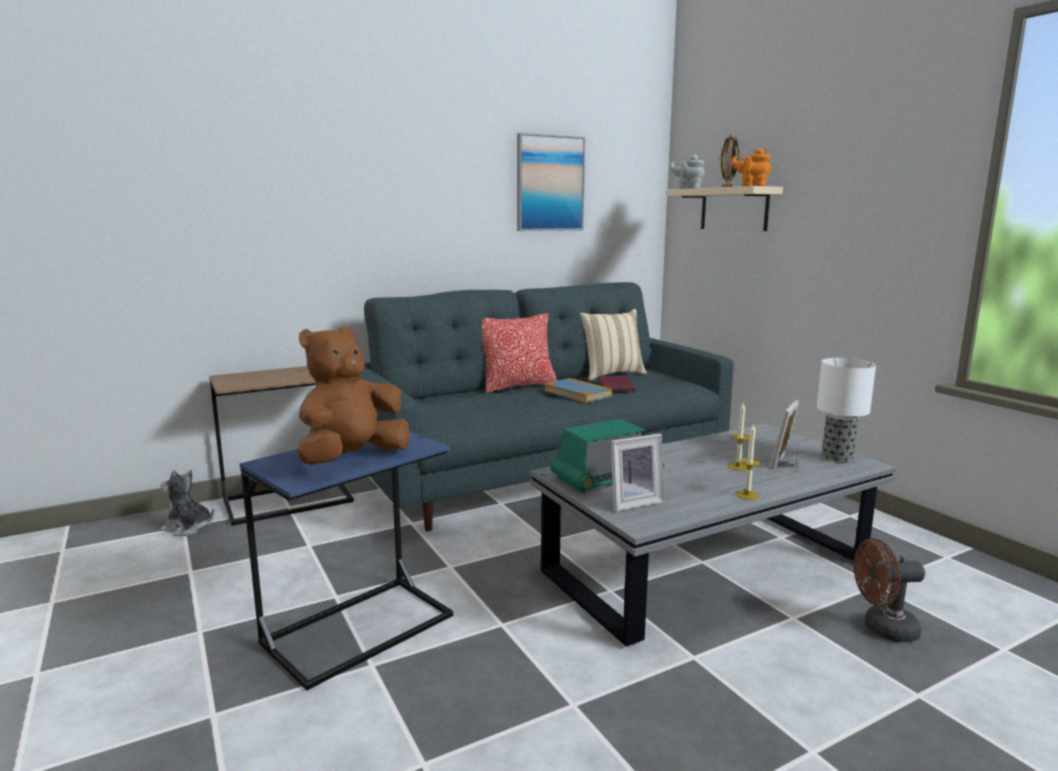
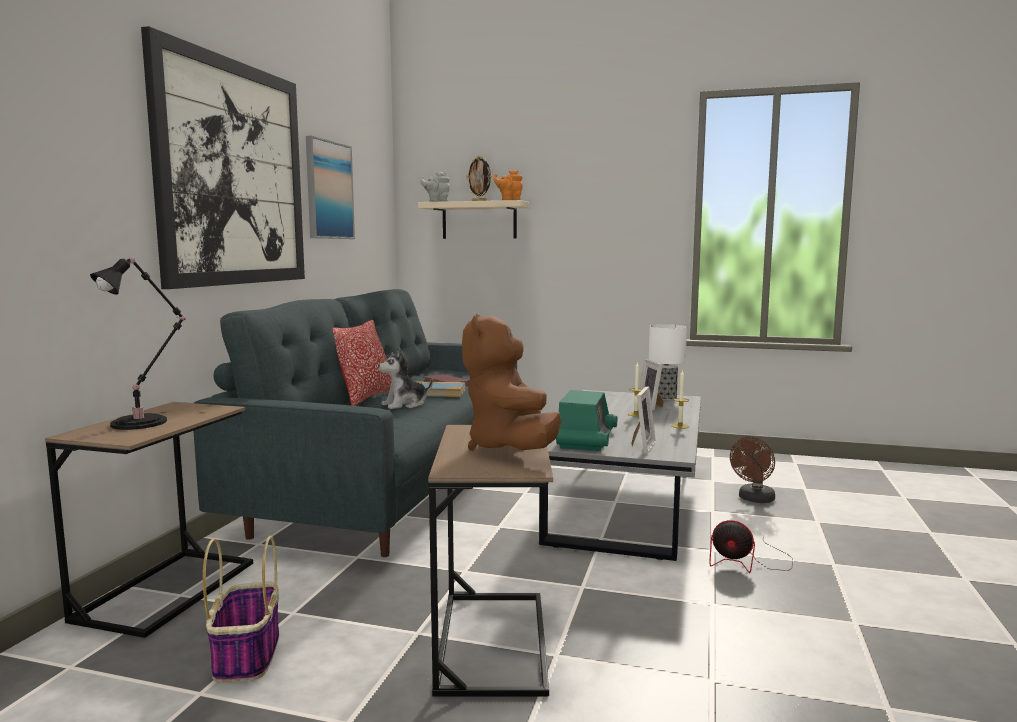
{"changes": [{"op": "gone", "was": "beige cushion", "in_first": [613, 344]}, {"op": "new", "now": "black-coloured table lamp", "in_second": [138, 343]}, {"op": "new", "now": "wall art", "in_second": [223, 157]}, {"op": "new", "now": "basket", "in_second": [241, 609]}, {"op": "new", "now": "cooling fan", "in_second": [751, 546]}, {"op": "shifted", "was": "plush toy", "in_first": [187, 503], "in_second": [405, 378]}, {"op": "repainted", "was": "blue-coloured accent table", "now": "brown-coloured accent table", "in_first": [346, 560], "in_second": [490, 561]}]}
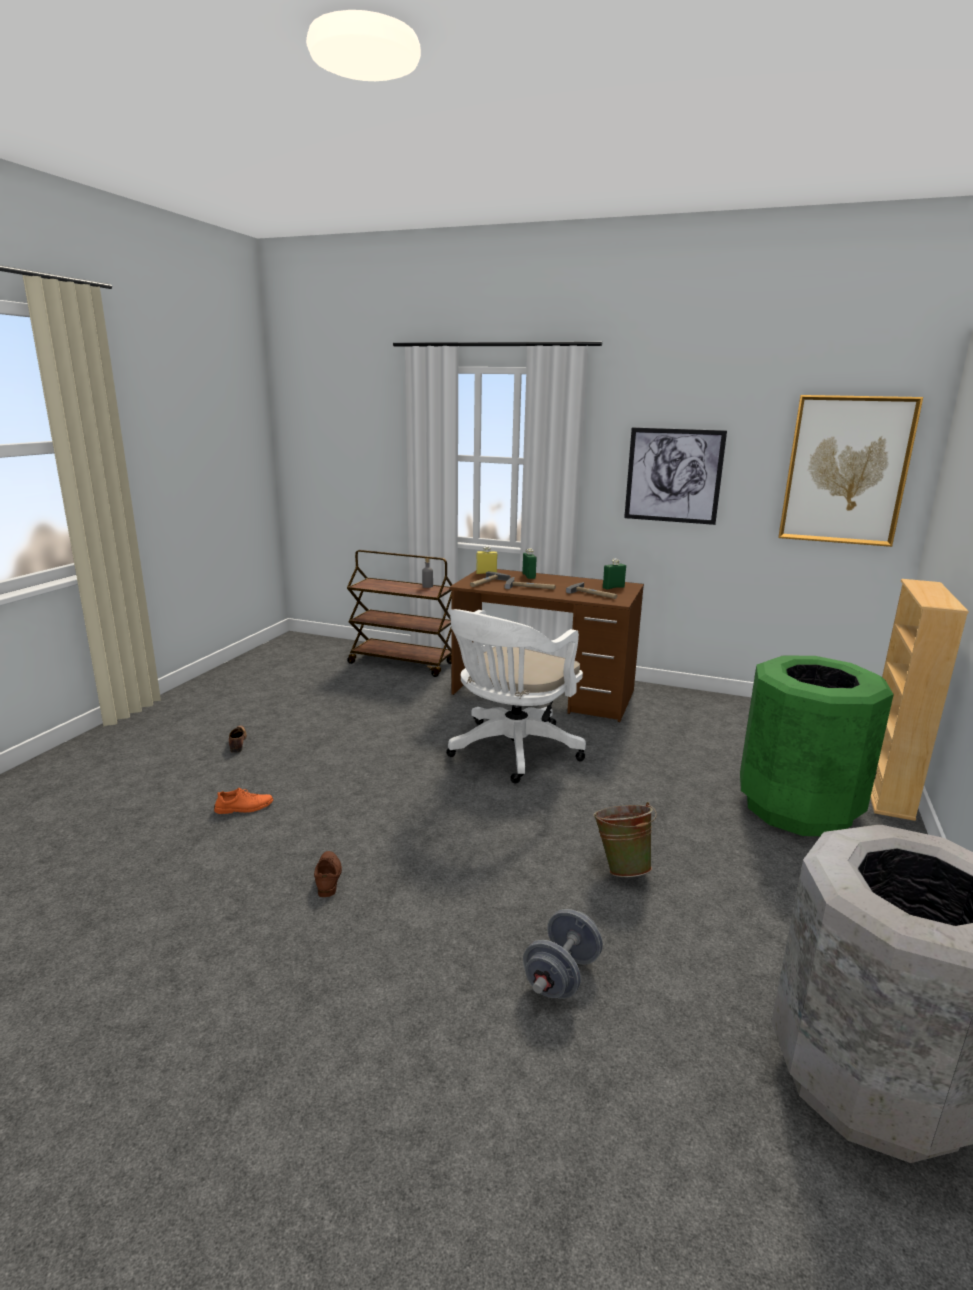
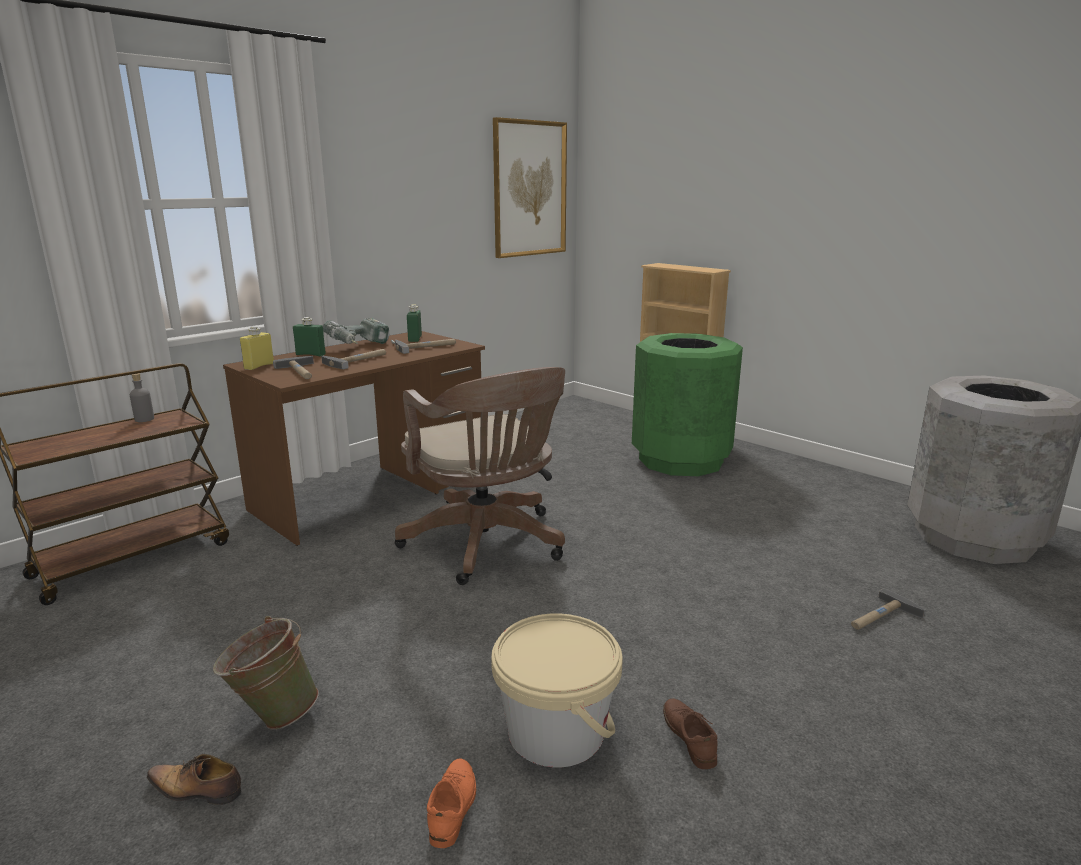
{"changes": [{"op": "gone", "was": "wall art", "in_first": [675, 476]}, {"op": "new", "now": "electric drill", "in_second": [359, 331]}, {"op": "new", "now": "beige bucket", "in_second": [557, 690]}, {"op": "shifted", "was": "greenish bucket", "in_first": [625, 839], "in_second": [266, 673]}, {"op": "swapped", "was": "grey dumbbell", "now": "hand hammer", "in_first": [563, 954], "in_second": [888, 609]}, {"op": "repainted", "was": "white-coloured computer chair", "now": "brown-coloured computer chair", "in_first": [516, 696], "in_second": [480, 476]}, {"op": "rotated", "was": "brown-coloured shoe", "in_first": [328, 874], "in_second": [690, 734], "clockwise": 60}]}
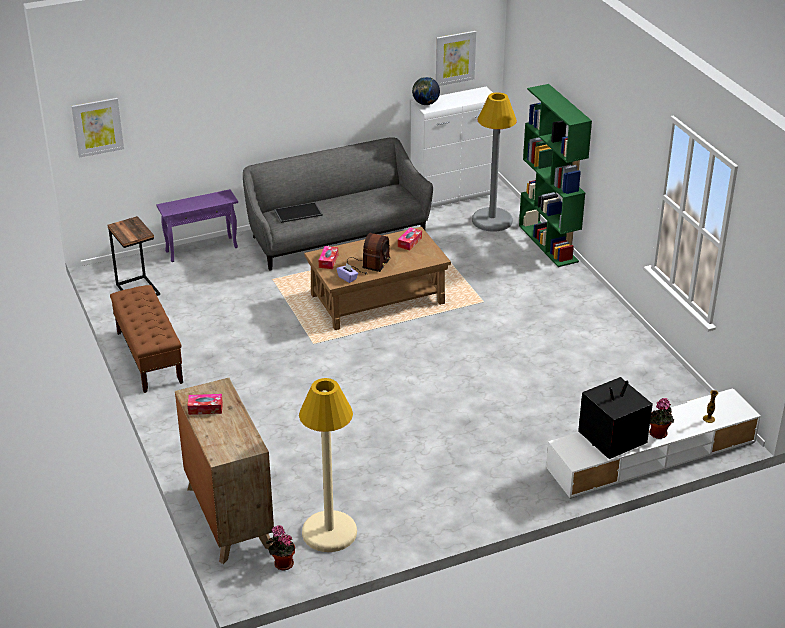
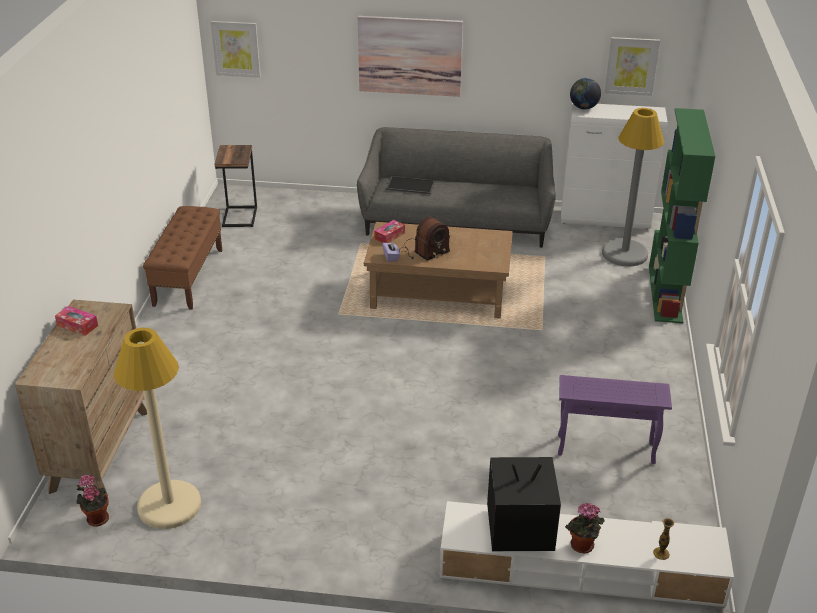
{"changes": [{"op": "gone", "was": "box of tissues", "in_first": [410, 239]}, {"op": "new", "now": "wall art", "in_second": [410, 56]}, {"op": "shifted", "was": "purple-coloured accent table", "in_first": [197, 225], "in_second": [615, 419]}]}
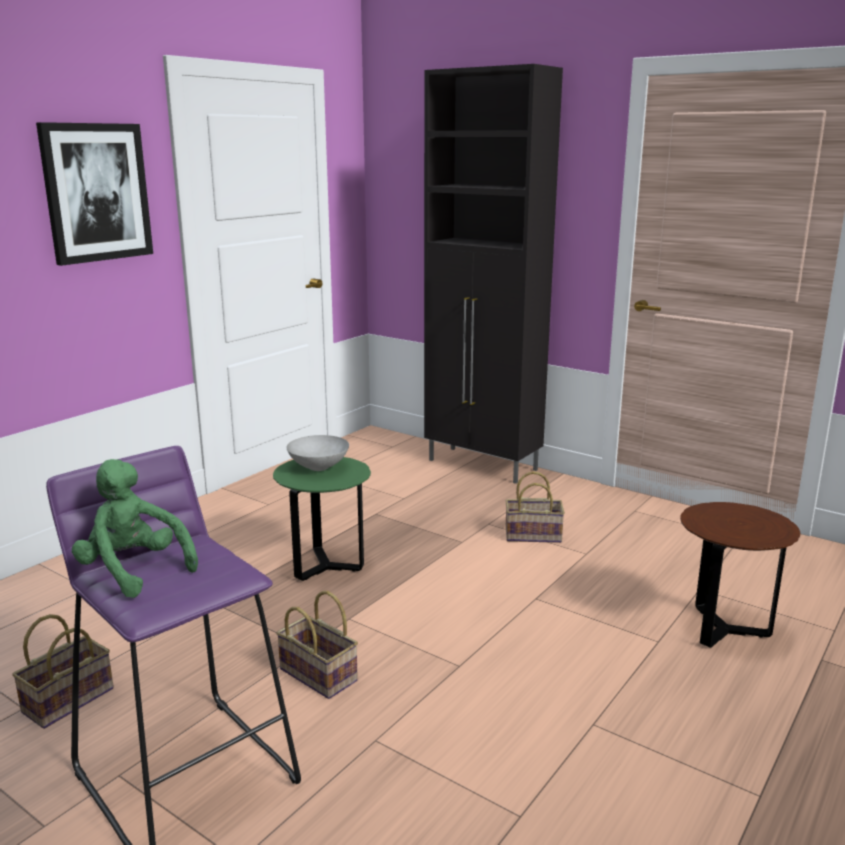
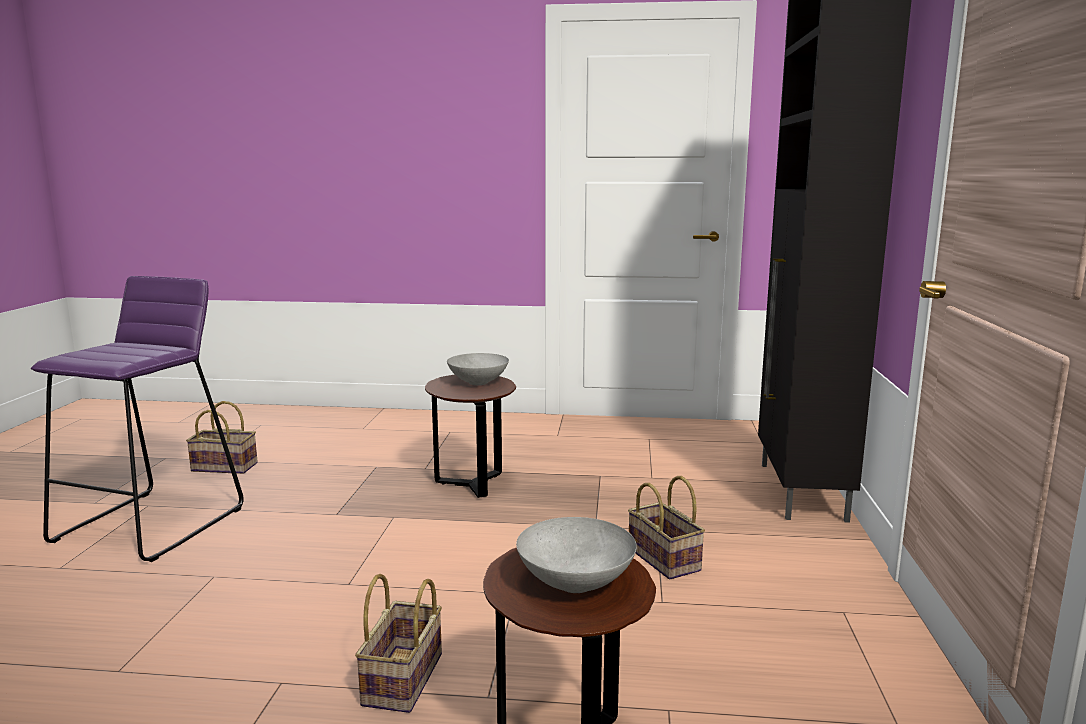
{"changes": [{"op": "gone", "was": "wall art", "in_first": [94, 194]}, {"op": "gone", "was": "greenish plush toy", "in_first": [135, 528]}, {"op": "new", "now": "grey serving bowl", "in_second": [576, 555]}, {"op": "shifted", "was": "basket", "in_first": [317, 645], "in_second": [398, 643]}, {"op": "repainted", "was": "greenish accent table", "now": "brown-coloured accent table", "in_first": [322, 519], "in_second": [470, 436]}]}
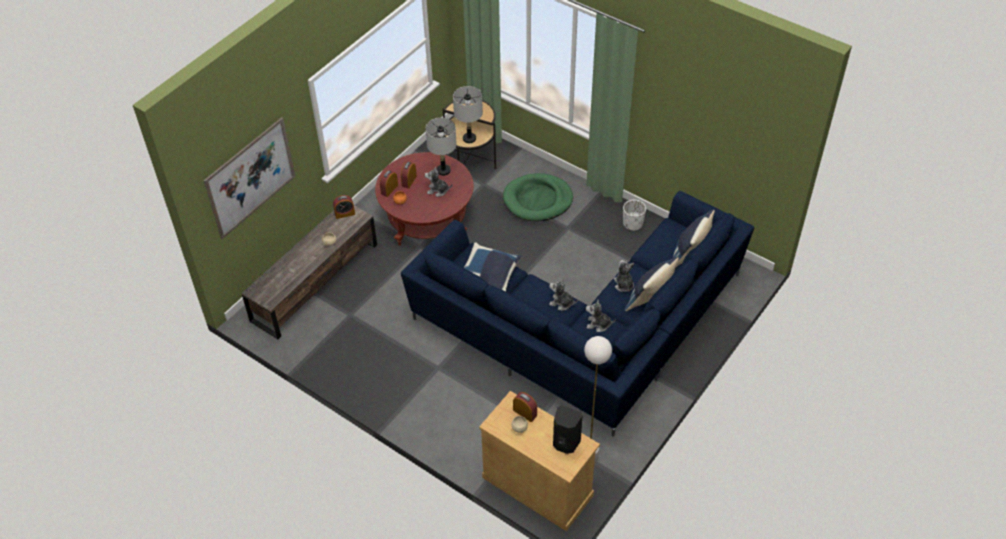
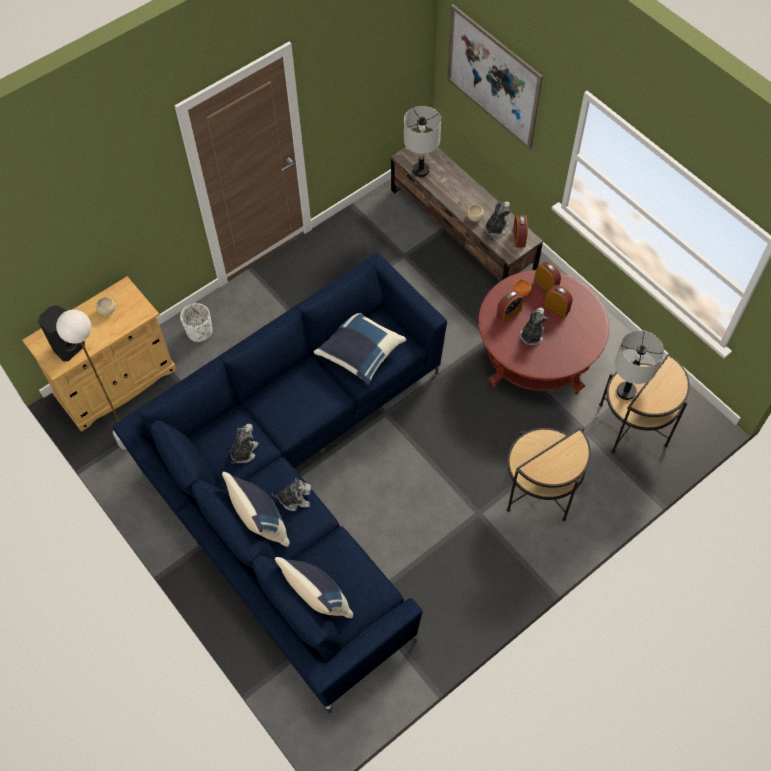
{"changes": [{"op": "shifted", "was": "grey table lamp", "in_first": [441, 147], "in_second": [422, 141]}, {"op": "shifted", "was": "alarm clock", "in_first": [525, 407], "in_second": [509, 306]}, {"op": "shifted", "was": "plush toy", "in_first": [563, 294], "in_second": [498, 219]}, {"op": "shifted", "was": "white-coloured planter", "in_first": [634, 215], "in_second": [196, 322]}, {"op": "swapped", "was": "greenish dog bed", "now": "accent table", "in_first": [538, 197], "in_second": [549, 474]}]}
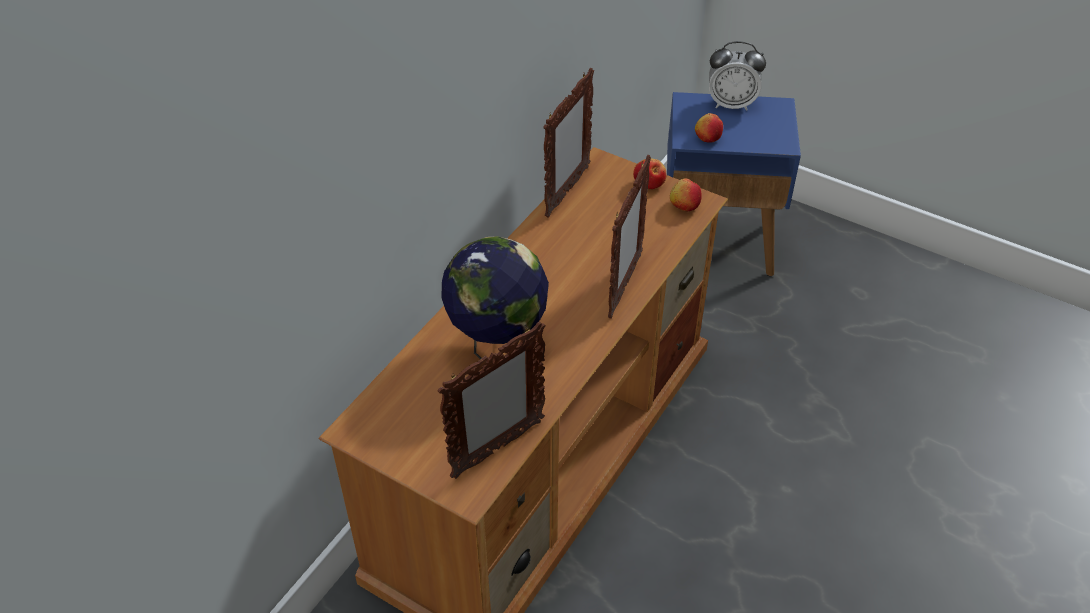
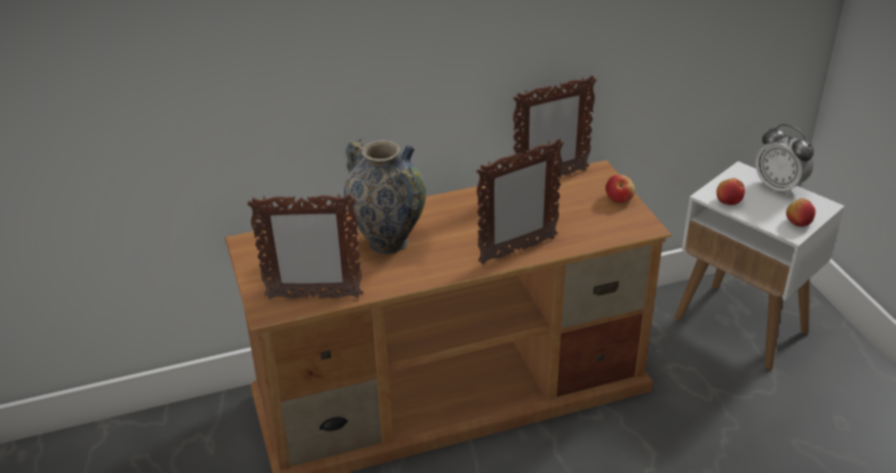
{"changes": [{"op": "shifted", "was": "apple", "in_first": [686, 195], "in_second": [801, 212]}, {"op": "swapped", "was": "desk globe", "now": "flower vase", "in_first": [495, 297], "in_second": [385, 196]}, {"op": "repainted", "was": "blue-coloured accent table", "now": "white-coloured accent table", "in_first": [734, 184], "in_second": [759, 265]}]}
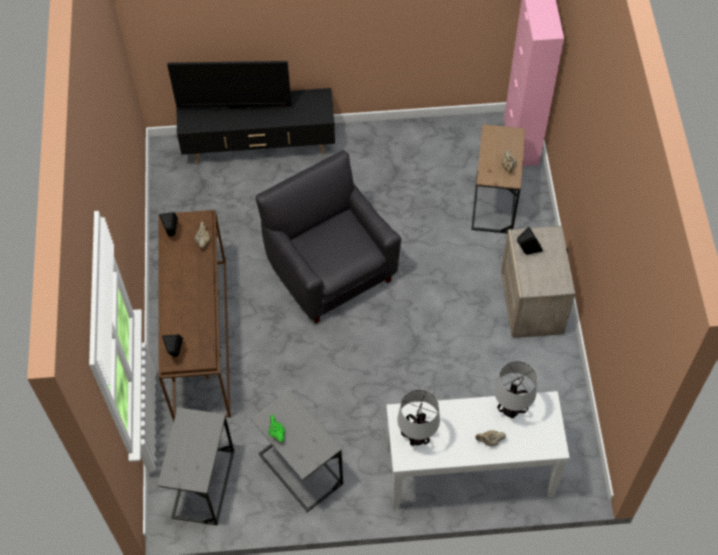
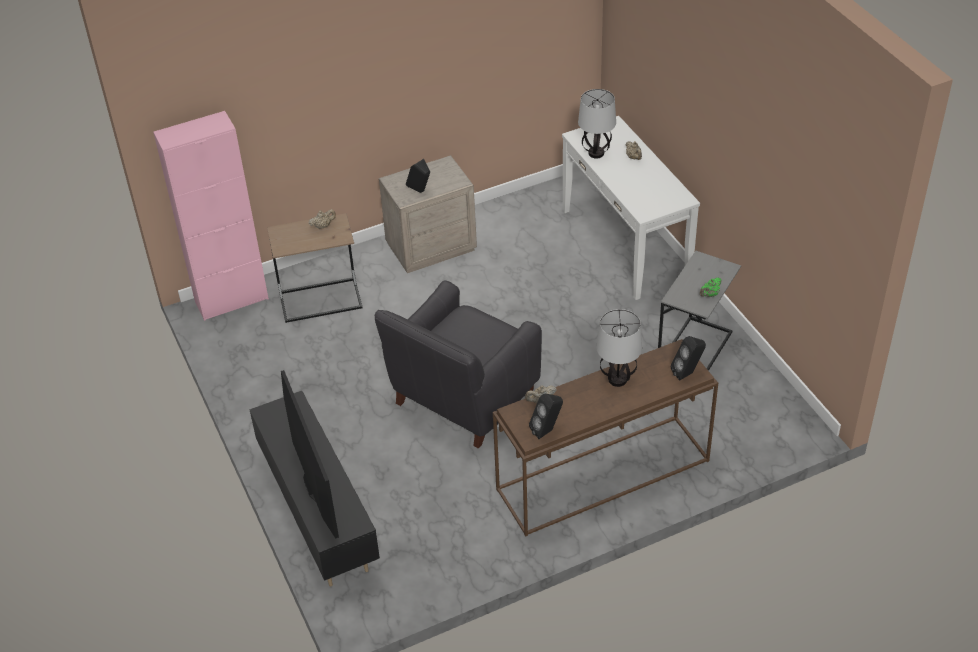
{"changes": [{"op": "gone", "was": "grey accent table", "in_first": [195, 466]}, {"op": "shifted", "was": "table lamp", "in_first": [418, 417], "in_second": [619, 348]}]}
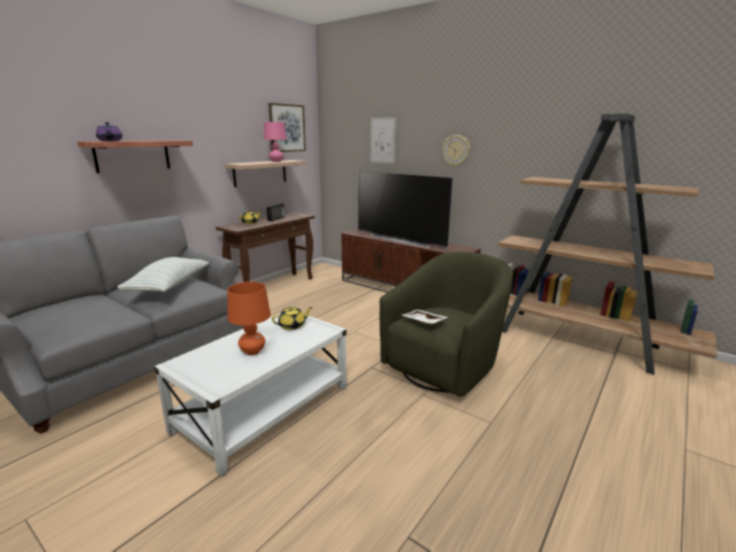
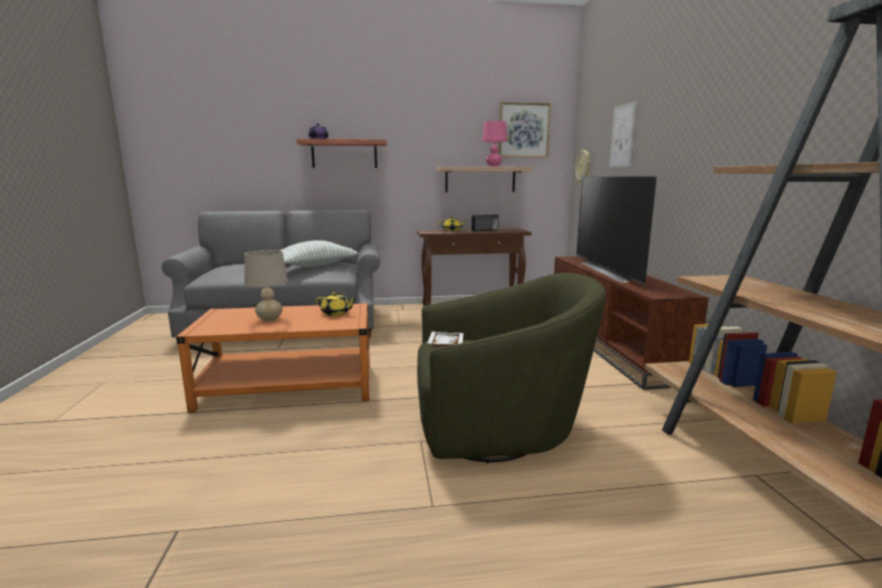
{"changes": [{"op": "shifted", "was": "clock on the wall", "in_first": [456, 151], "in_second": [582, 166]}, {"op": "repainted", "was": "white-coloured coffee table", "now": "orangey coffee table", "in_first": [250, 394], "in_second": [273, 358]}, {"op": "repainted", "was": "orangey table lamp", "now": "beige table lamp", "in_first": [249, 318], "in_second": [266, 286]}]}
